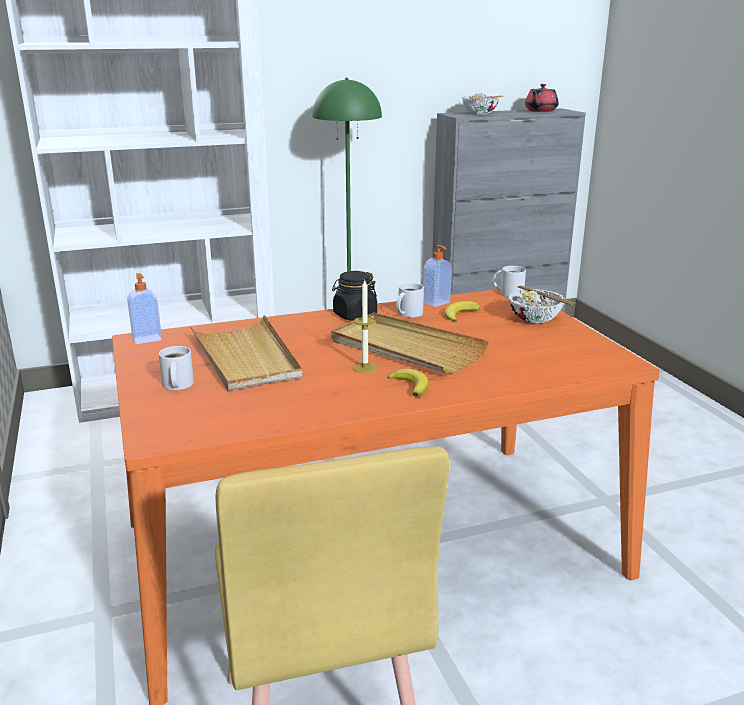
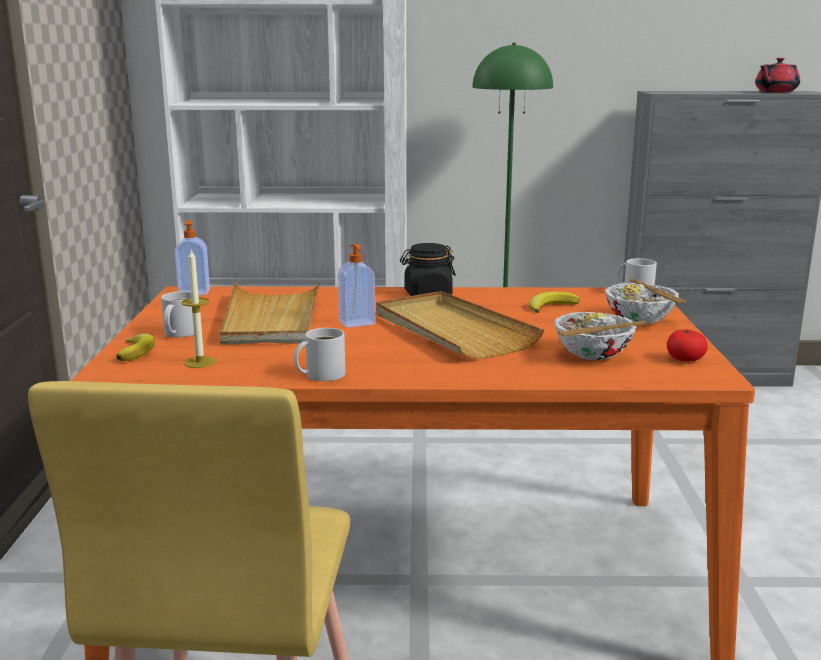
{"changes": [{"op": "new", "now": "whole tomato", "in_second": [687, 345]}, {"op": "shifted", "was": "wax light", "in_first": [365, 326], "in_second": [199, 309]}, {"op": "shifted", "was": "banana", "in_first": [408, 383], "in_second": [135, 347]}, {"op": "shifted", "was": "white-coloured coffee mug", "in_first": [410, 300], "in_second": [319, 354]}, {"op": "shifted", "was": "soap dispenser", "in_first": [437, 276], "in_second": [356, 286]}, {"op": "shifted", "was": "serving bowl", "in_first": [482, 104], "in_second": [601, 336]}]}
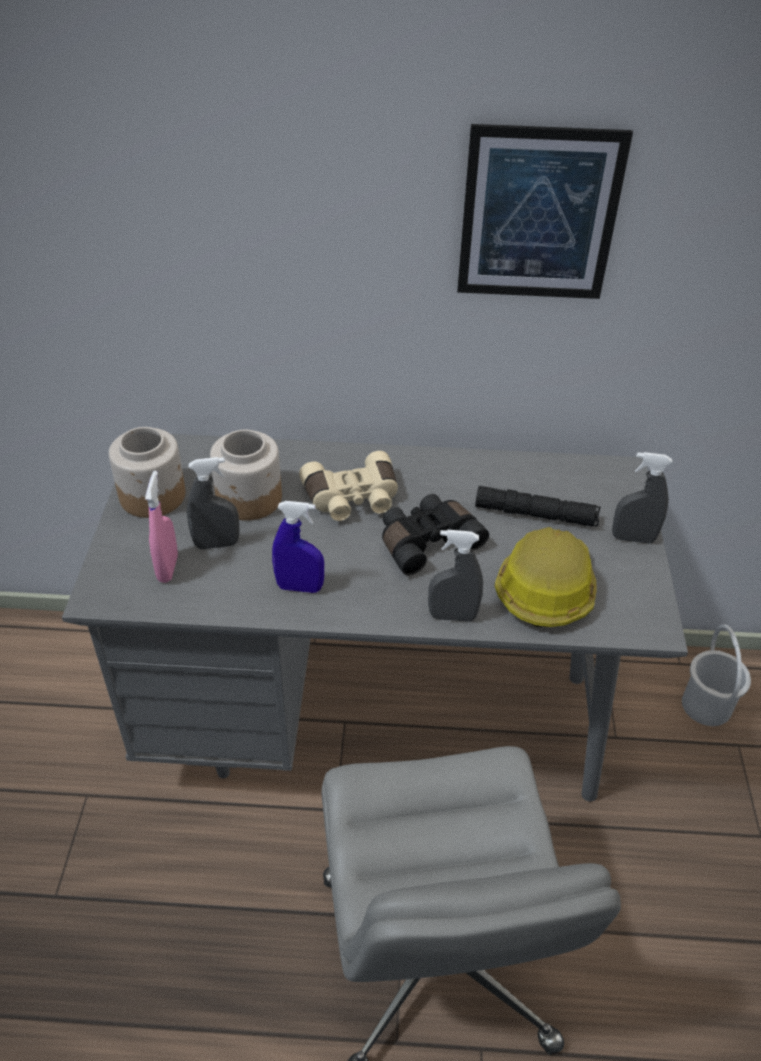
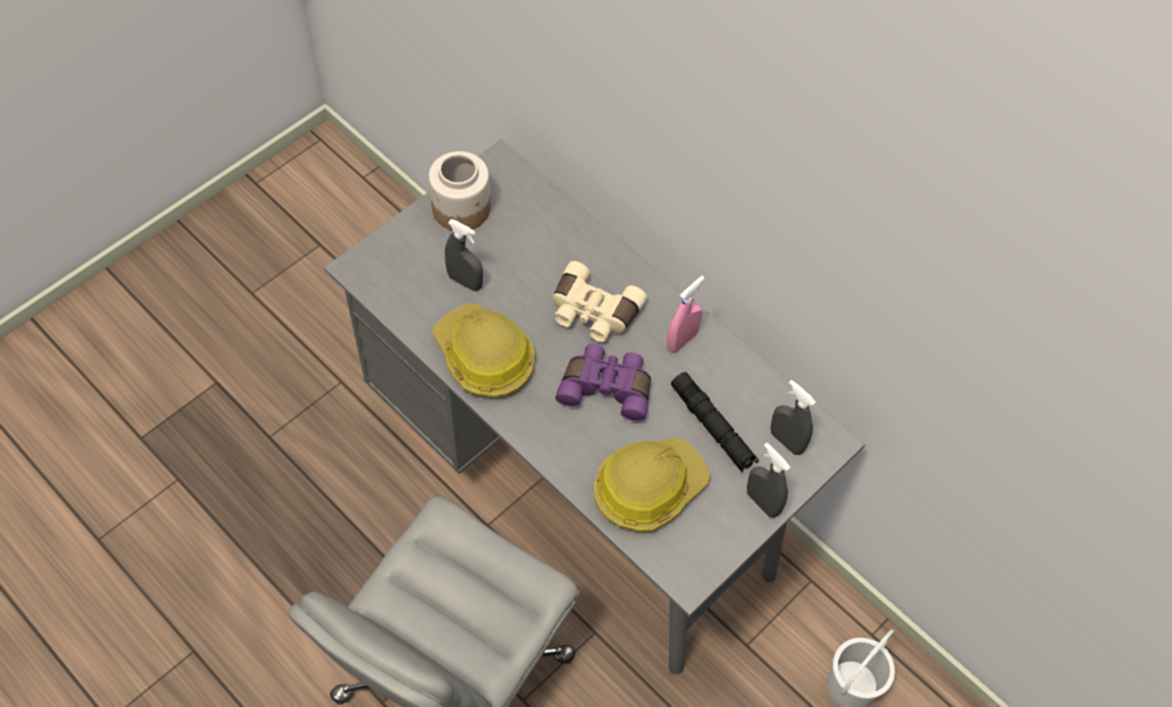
{"changes": [{"op": "gone", "was": "storage jar", "in_first": [246, 475]}, {"op": "gone", "was": "wall art", "in_first": [545, 211]}, {"op": "shifted", "was": "pinkish hand sprayer", "in_first": [161, 527], "in_second": [686, 314]}, {"op": "shifted", "was": "grey hand sprayer", "in_first": [455, 576], "in_second": [793, 417]}, {"op": "swapped", "was": "blue-coloured hand sprayer", "now": "safety helmet", "in_first": [298, 547], "in_second": [484, 350]}, {"op": "repainted", "was": "black-coloured pair of binoculars", "now": "purple-coloured pair of binoculars", "in_first": [435, 535], "in_second": [603, 383]}]}
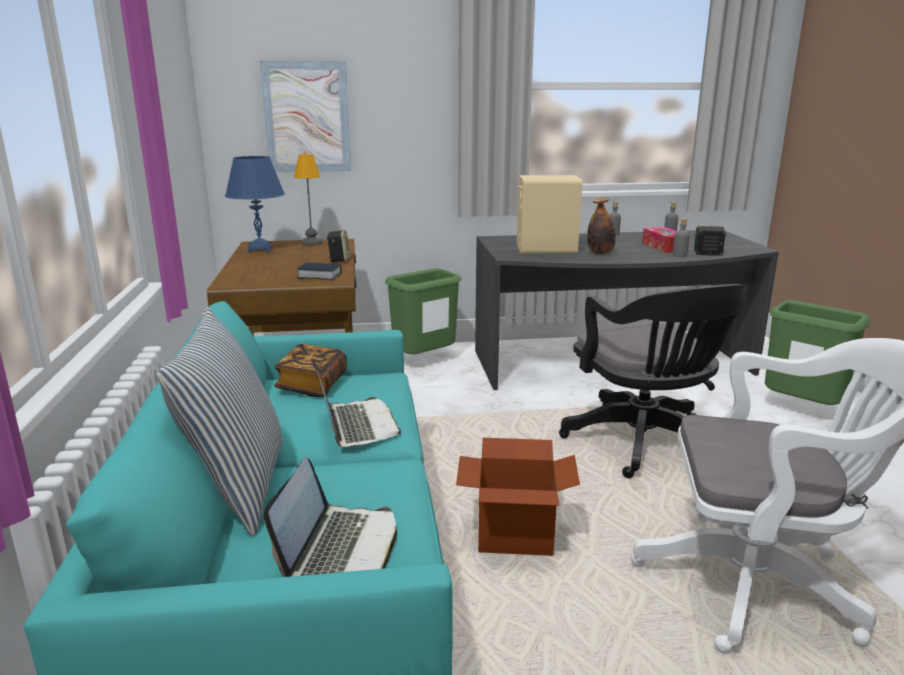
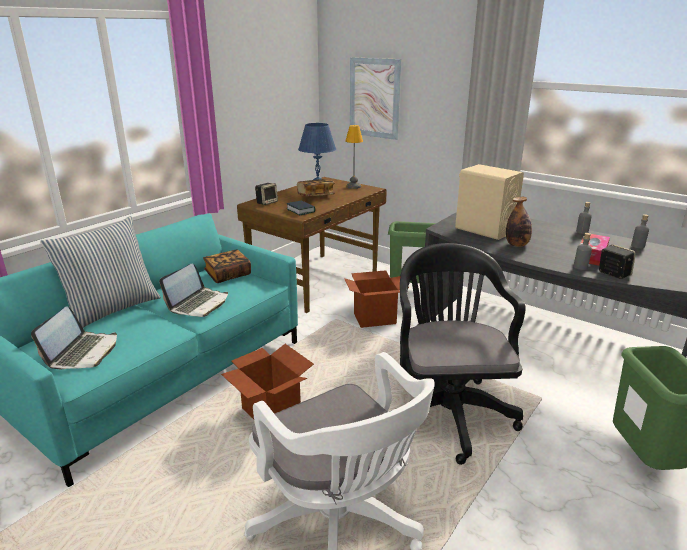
{"changes": [{"op": "new", "now": "volume", "in_second": [316, 187]}, {"op": "new", "now": "cardboard box", "in_second": [376, 299]}, {"op": "shifted", "was": "speaker", "in_first": [338, 246], "in_second": [266, 194]}, {"op": "rotated", "was": "notebook computer", "in_first": [330, 517], "in_second": [74, 337], "clockwise": -45}, {"op": "rotated", "was": "black-coloured computer chair", "in_first": [653, 381], "in_second": [463, 354], "clockwise": 150}]}
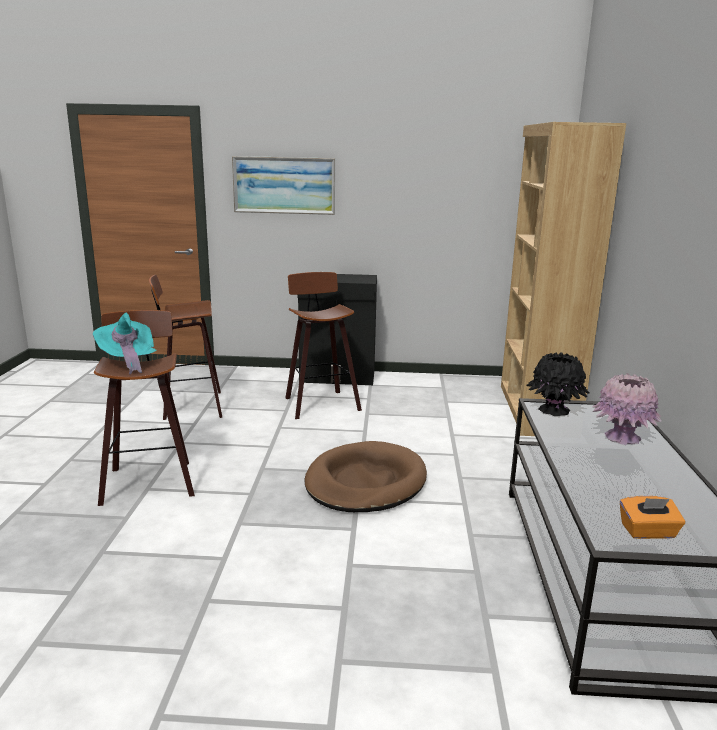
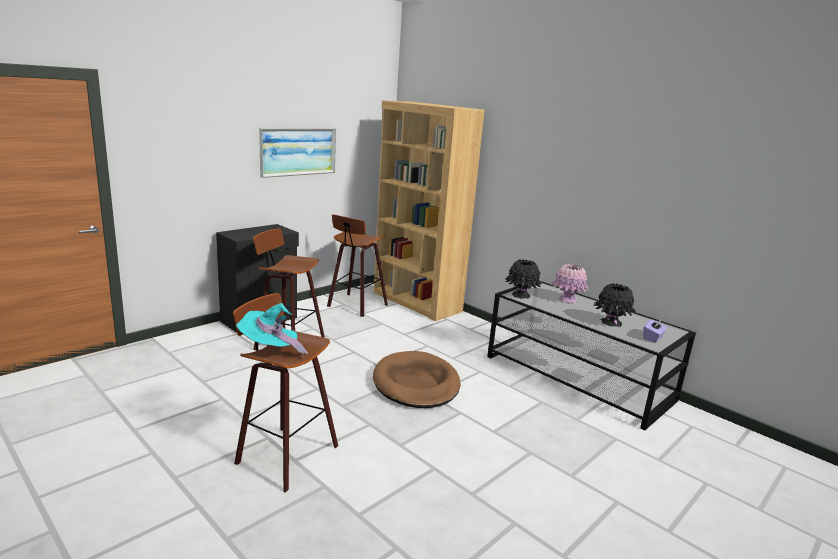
{"changes": [{"op": "new", "now": "black-coloured flower vase", "in_second": [614, 305]}, {"op": "shifted", "was": "sitting stool", "in_first": [185, 347], "in_second": [357, 265]}, {"op": "shifted", "was": "wall art", "in_first": [283, 185], "in_second": [297, 153]}, {"op": "repainted", "was": "orangey box of tissues", "now": "purple-coloured box of tissues", "in_first": [652, 517], "in_second": [655, 331]}]}
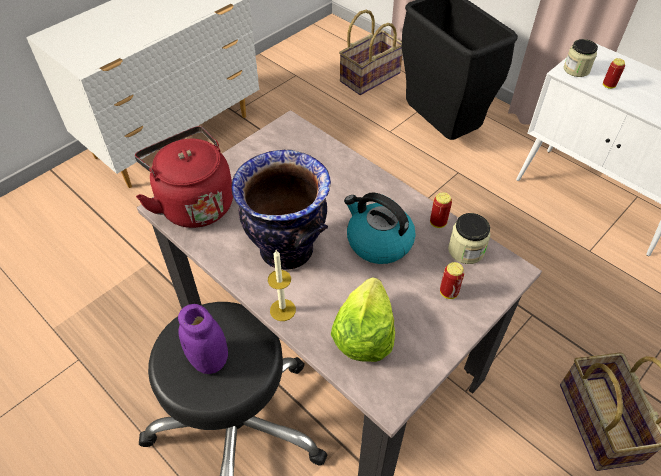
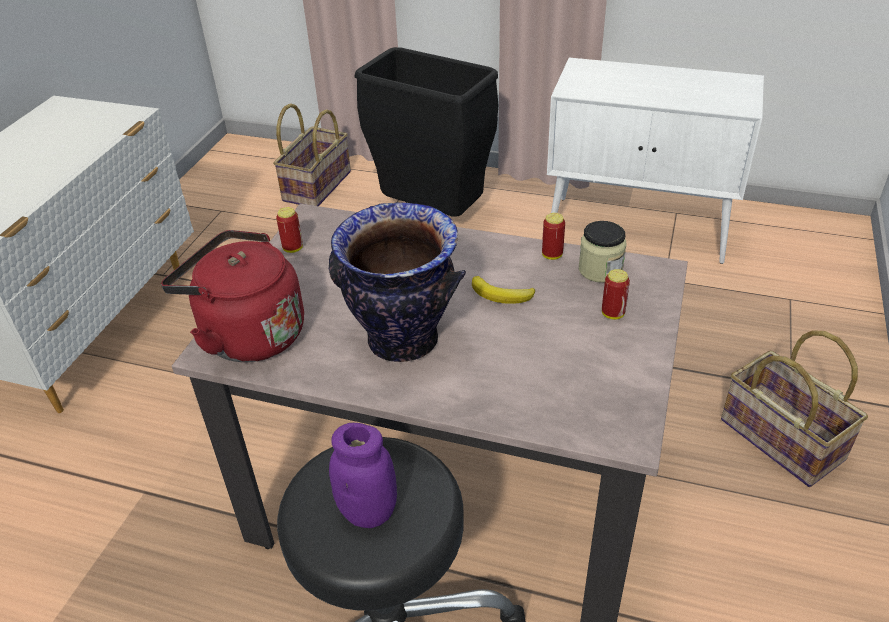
{"changes": [{"op": "gone", "was": "wax light", "in_first": [282, 285]}, {"op": "gone", "was": "lettuce head", "in_first": [363, 319]}, {"op": "gone", "was": "storage jar", "in_first": [581, 58]}, {"op": "shifted", "was": "sealed can", "in_first": [614, 73], "in_second": [289, 230]}, {"op": "swapped", "was": "kettle", "now": "banana", "in_first": [380, 228], "in_second": [503, 290]}]}
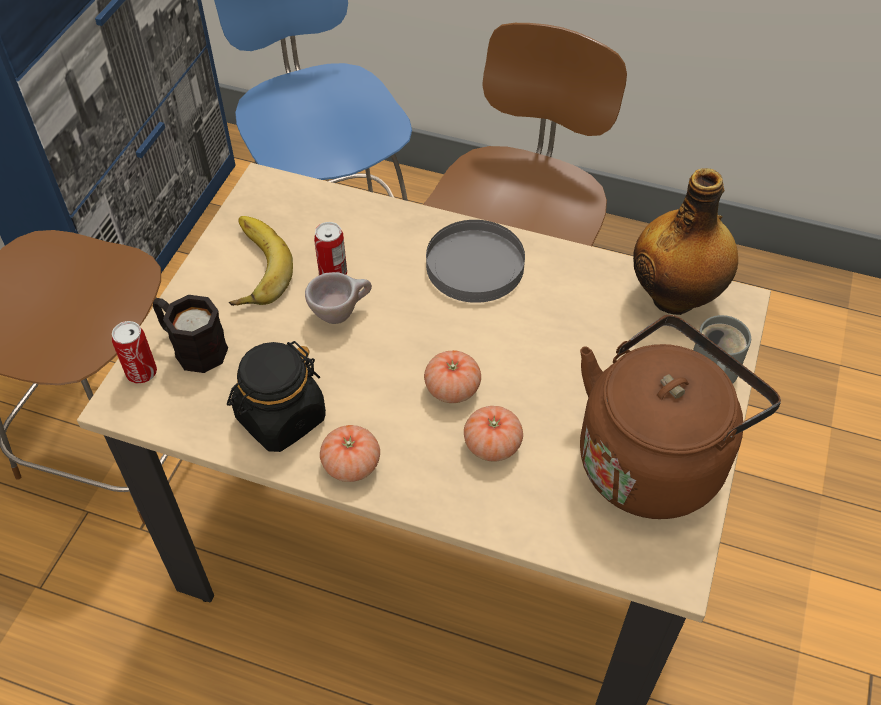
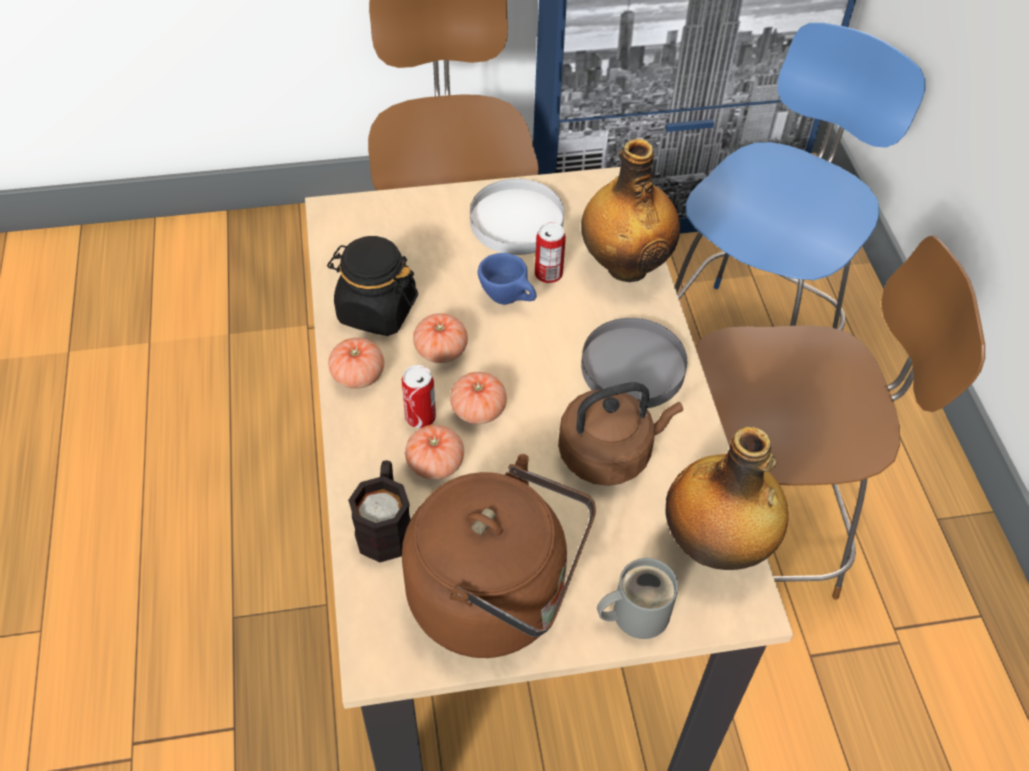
{"changes": [{"op": "new", "now": "whole tomato", "in_second": [440, 338]}, {"op": "new", "now": "brown-coloured kettle", "in_second": [620, 434]}, {"op": "new", "now": "beverage bottle", "in_second": [630, 210]}, {"op": "shifted", "was": "sealed can", "in_first": [134, 352], "in_second": [419, 396]}, {"op": "shifted", "was": "black-coloured coffee mug", "in_first": [190, 334], "in_second": [379, 511]}, {"op": "swapped", "was": "banana", "now": "white-coloured flat dish", "in_first": [261, 261], "in_second": [517, 217]}, {"op": "repainted", "was": "beige drinking cup", "now": "blue-coloured drinking cup", "in_first": [338, 298], "in_second": [507, 279]}]}
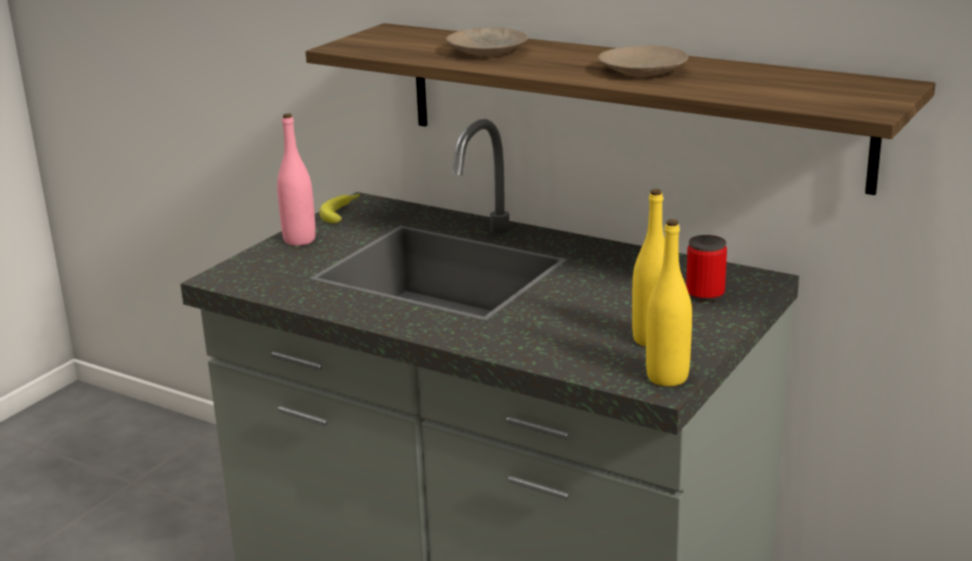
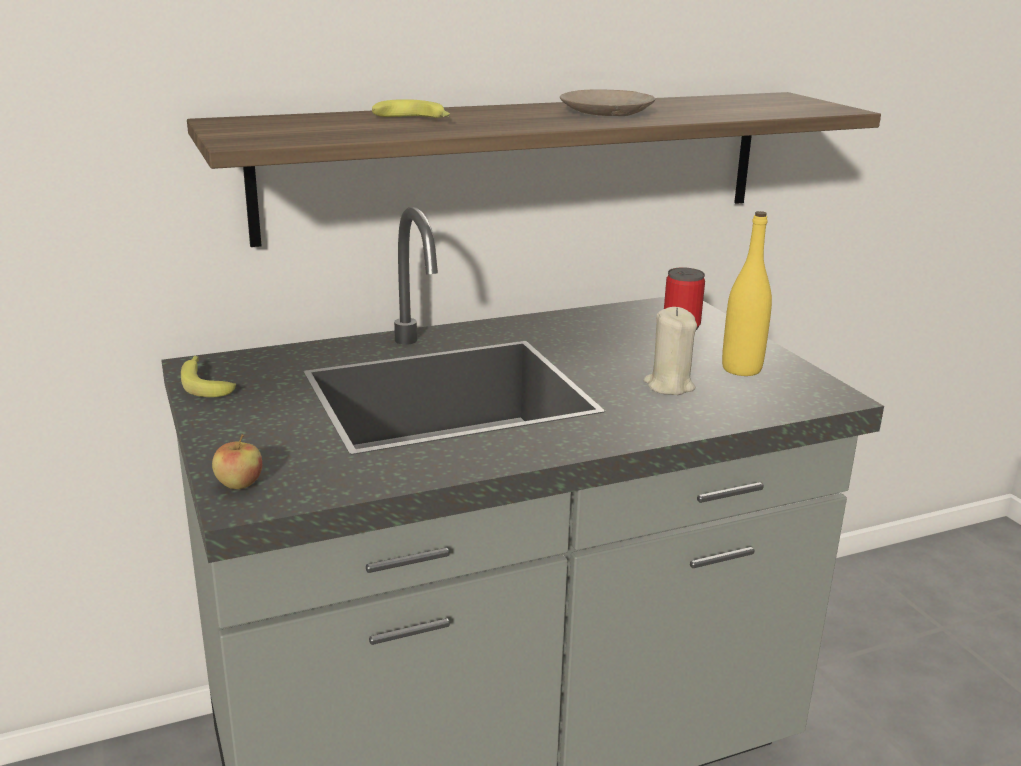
{"changes": [{"op": "gone", "was": "pinkish beverage bottle", "in_first": [296, 179]}, {"op": "gone", "was": "yellow beverage bottle", "in_first": [669, 302]}, {"op": "new", "now": "apple", "in_second": [237, 461]}, {"op": "new", "now": "beige wax light", "in_second": [670, 351]}, {"op": "swapped", "was": "beige flat dish", "now": "banana", "in_first": [487, 41], "in_second": [411, 108]}]}
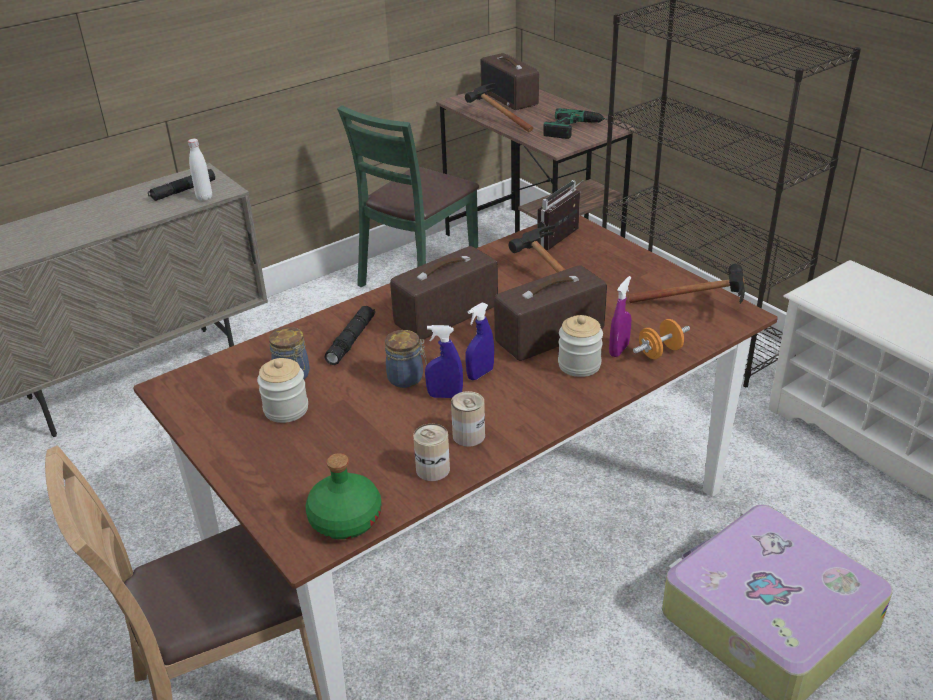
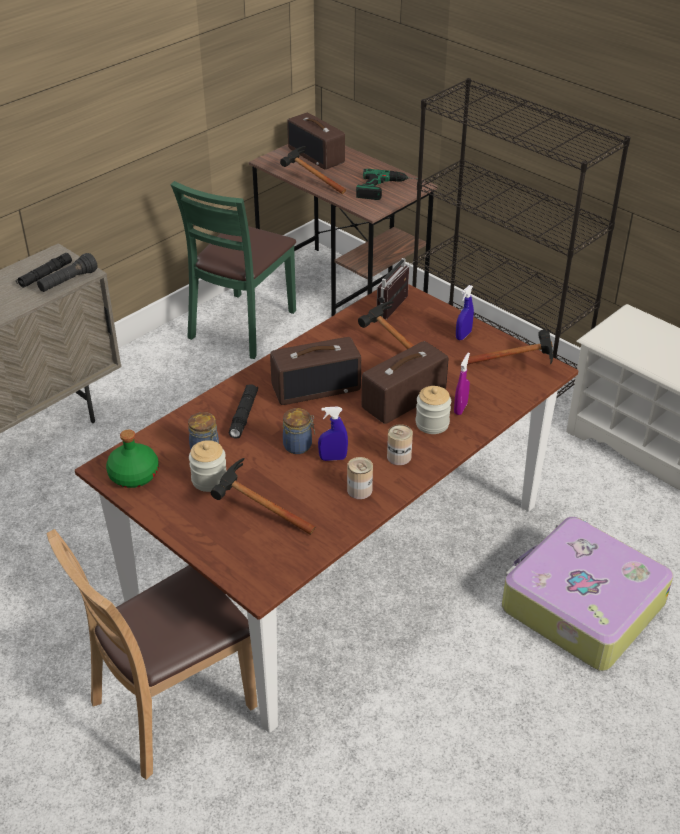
{"changes": [{"op": "gone", "was": "orangey dumbbell", "in_first": [661, 339]}, {"op": "new", "now": "hand hammer", "in_second": [263, 496]}, {"op": "shifted", "was": "greenish beverage bottle", "in_first": [343, 496], "in_second": [132, 459]}, {"op": "shifted", "was": "sealed can", "in_first": [431, 452], "in_second": [400, 444]}, {"op": "shifted", "was": "blue-coloured hand sprayer", "in_first": [480, 341], "in_second": [465, 312]}, {"op": "swapped", "was": "white-coloured beverage bottle", "now": "black-coloured torch", "in_first": [200, 170], "in_second": [67, 272]}, {"op": "rotated", "was": "radio set", "in_first": [444, 293], "in_second": [315, 371], "clockwise": -150}]}
